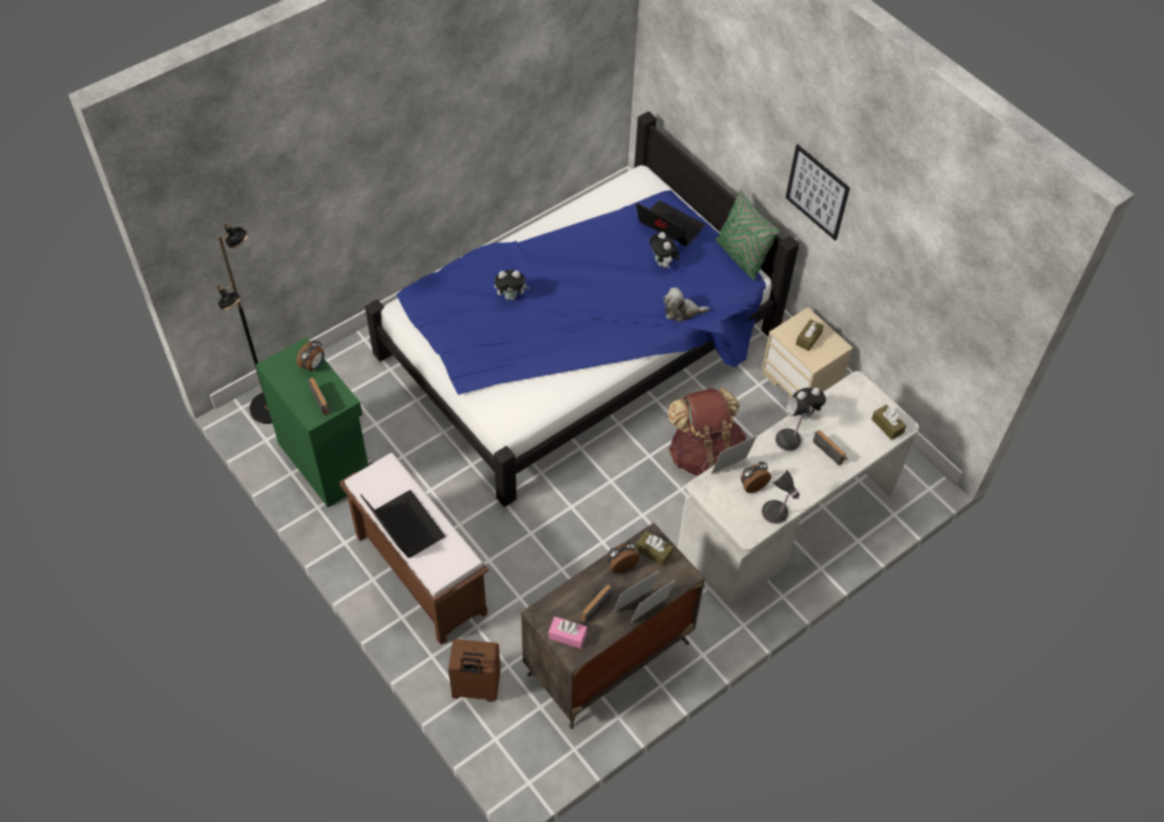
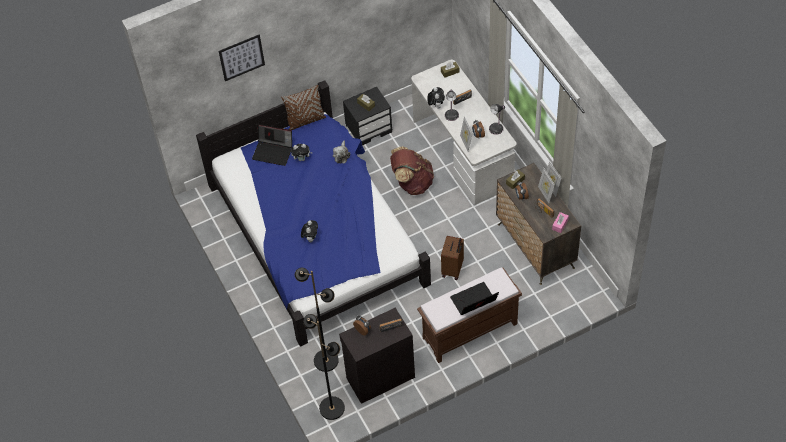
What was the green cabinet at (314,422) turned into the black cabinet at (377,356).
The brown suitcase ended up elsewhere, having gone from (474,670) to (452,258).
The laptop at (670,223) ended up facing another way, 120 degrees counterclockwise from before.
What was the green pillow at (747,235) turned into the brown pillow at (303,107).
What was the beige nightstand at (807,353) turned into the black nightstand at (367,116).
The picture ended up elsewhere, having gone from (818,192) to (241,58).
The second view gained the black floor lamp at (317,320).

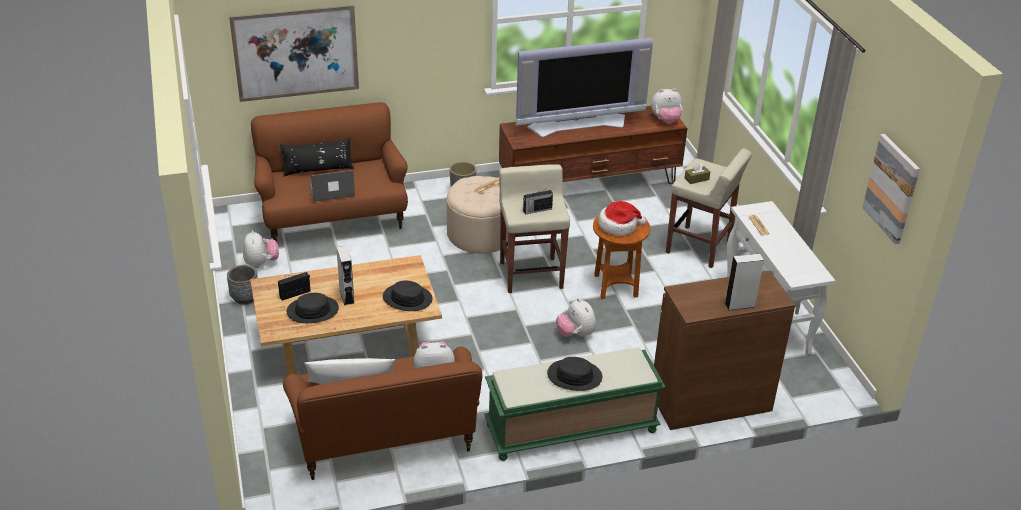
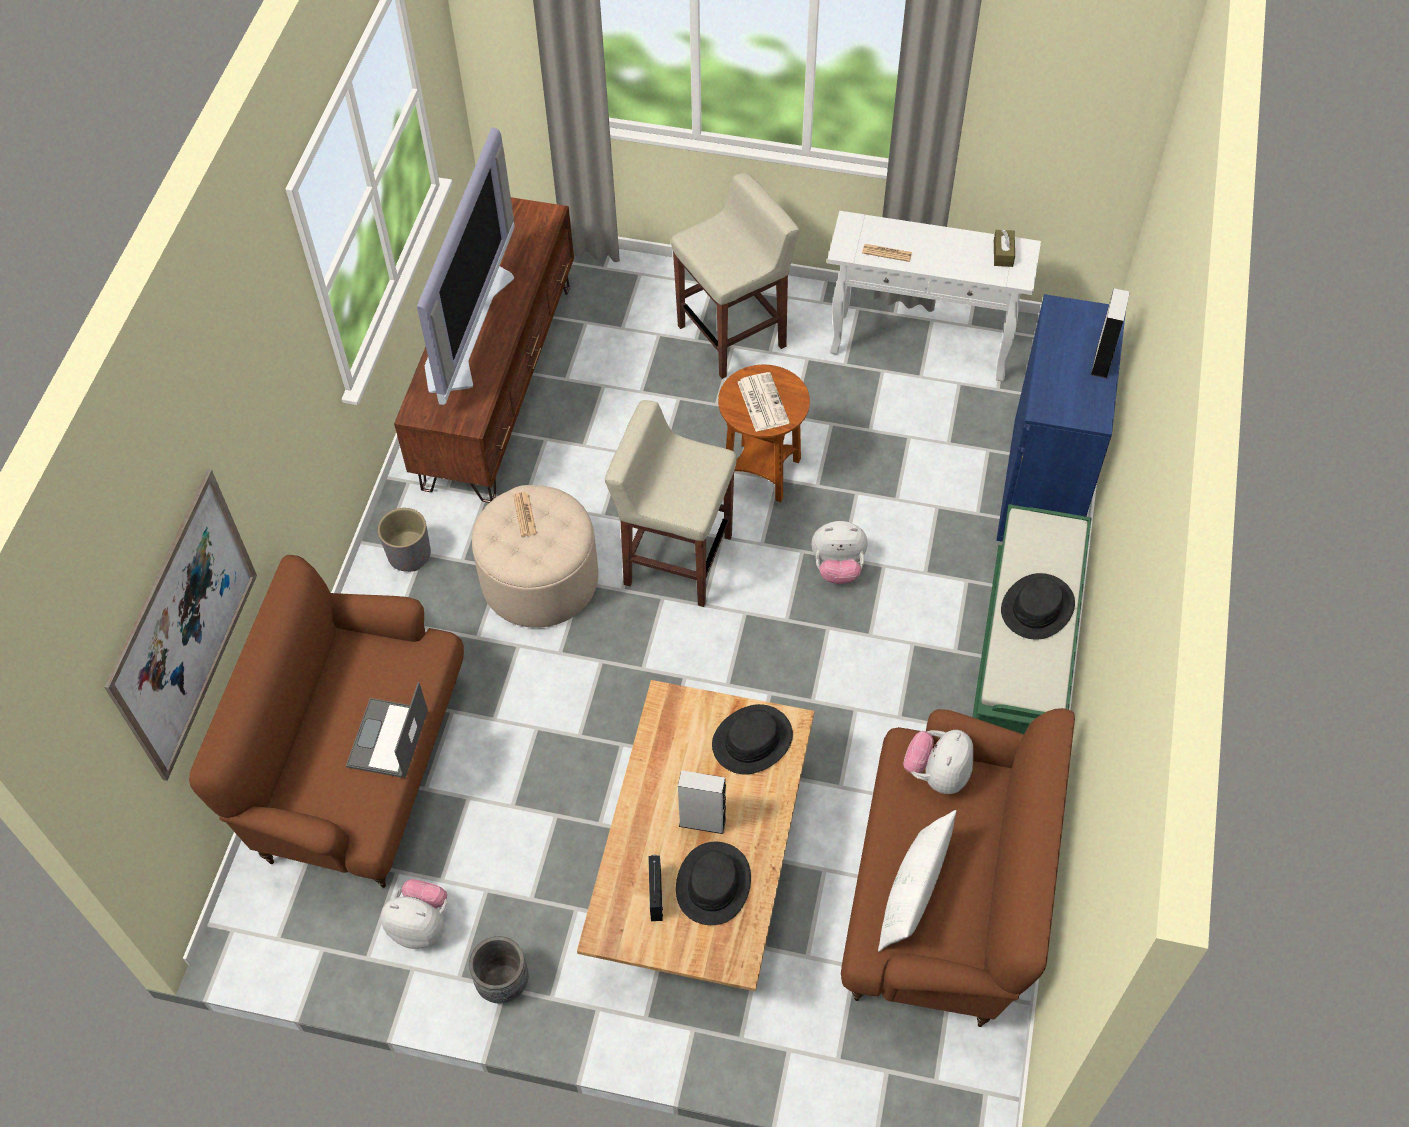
The second view lost the black pillow at (316,157).
The second view lost the radio at (538,201).
Where the hat stood at (622,218), the newspaper came to stand at (764,402).
The second view lost the plush toy at (666,106).
What was the brown cabinet at (724,350) turned into the blue cabinet at (1061,418).
The brown tissue box ended up elsewhere, having gone from (697,173) to (1004,248).
The second view lost the picture at (891,189).

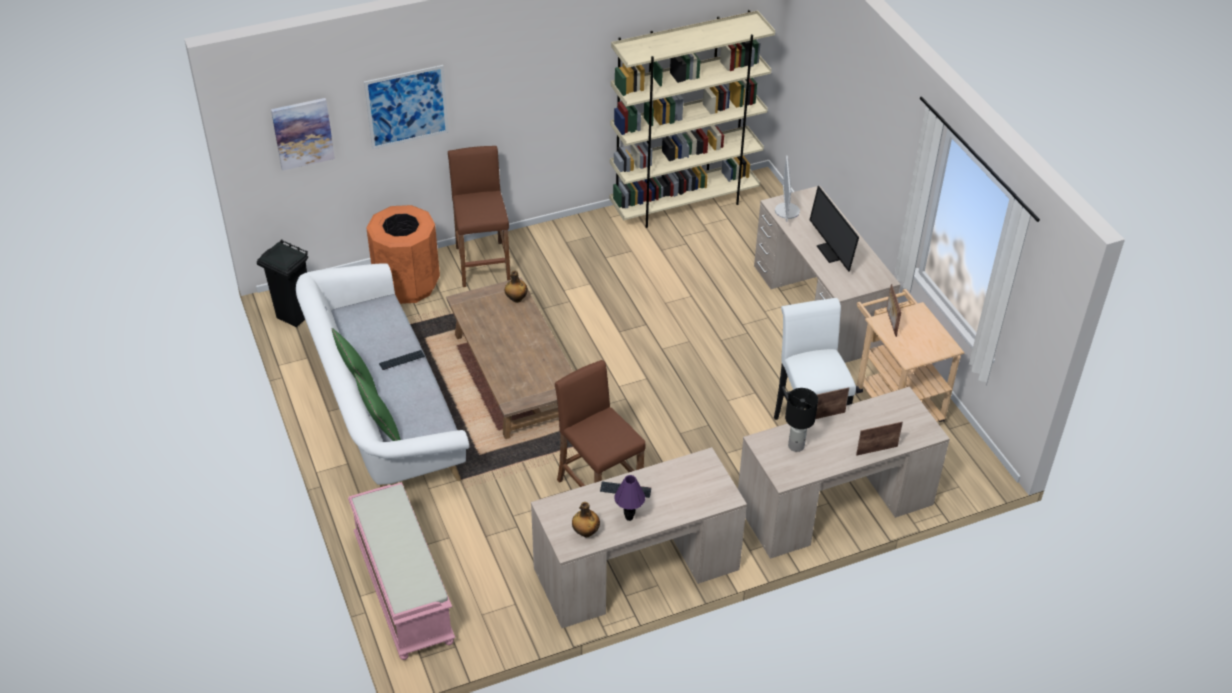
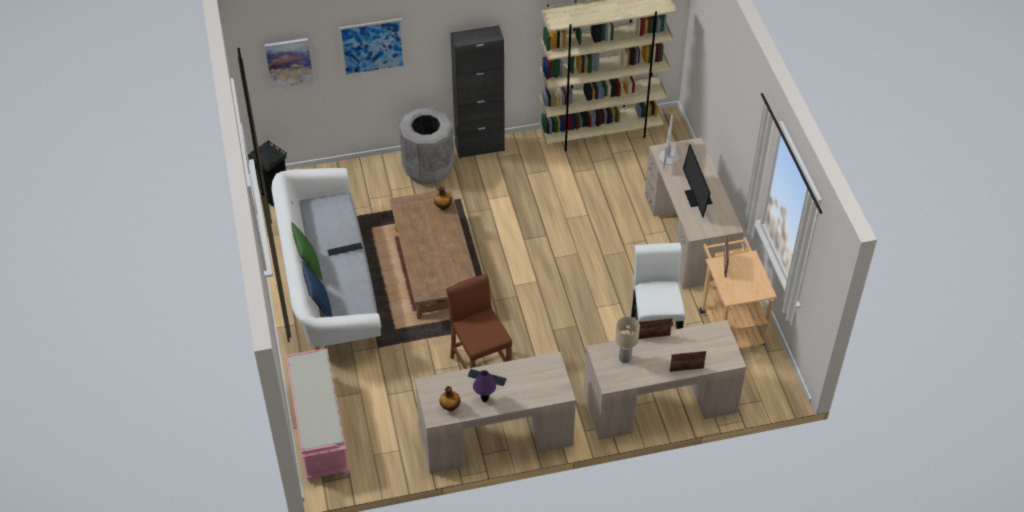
What was the green pillow at (377,407) turned into the blue pillow at (317,289).
The second view lost the orange trash can at (403,254).
Where the brown stool stood at (479,216), the grey trash can came to stand at (426,146).
What was the black table lamp at (801,420) turned into the beige table lamp at (627,340).
The second view gained the black cabinet at (478,91).

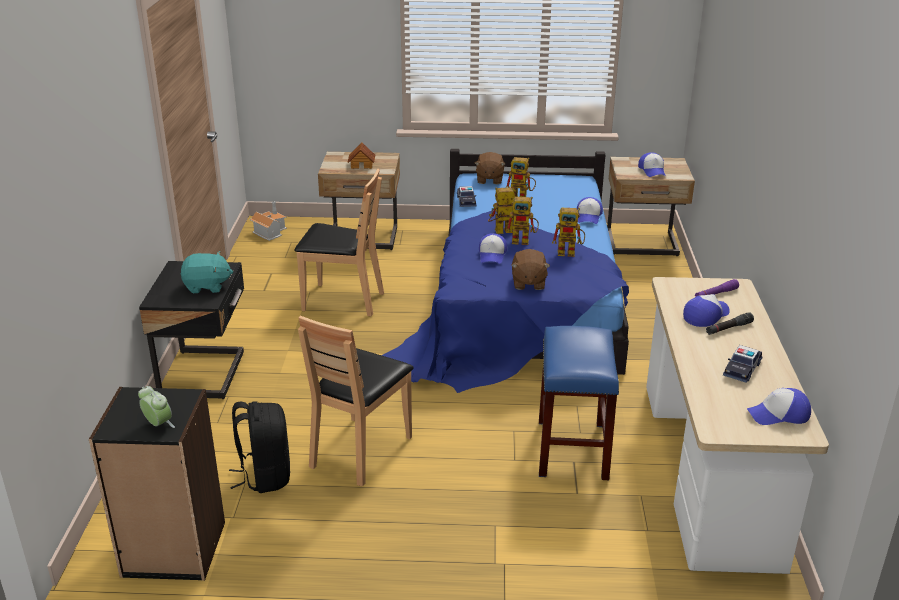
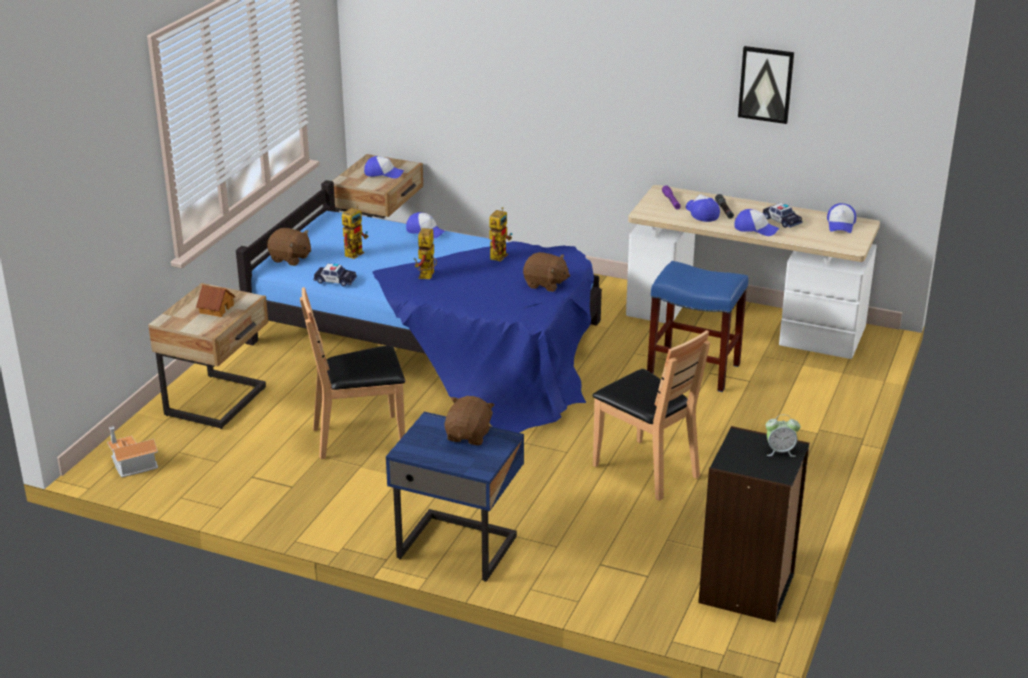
The alarm clock at (156,407) ended up facing another way, 150 degrees counterclockwise from before.
What was the black nightstand at (191,330) turned into the blue nightstand at (455,497).
What was the turquoise plush toy at (207,272) turned into the brown plush toy at (469,420).
The second view lost the black backpack at (259,447).
The brown chair at (339,242) ended up facing another way, 135 degrees counterclockwise from before.
The cap ended up elsewhere, having gone from (493,248) to (756,222).
The second view lost the toy robot at (522,221).
The second view gained the picture at (766,85).

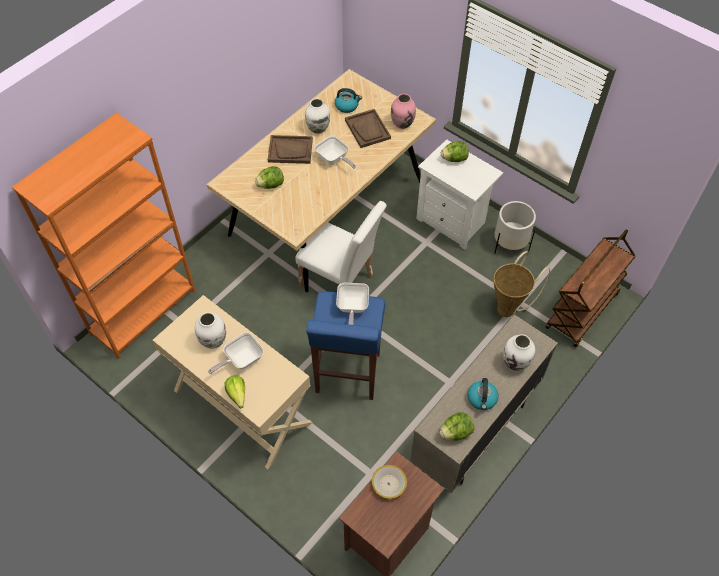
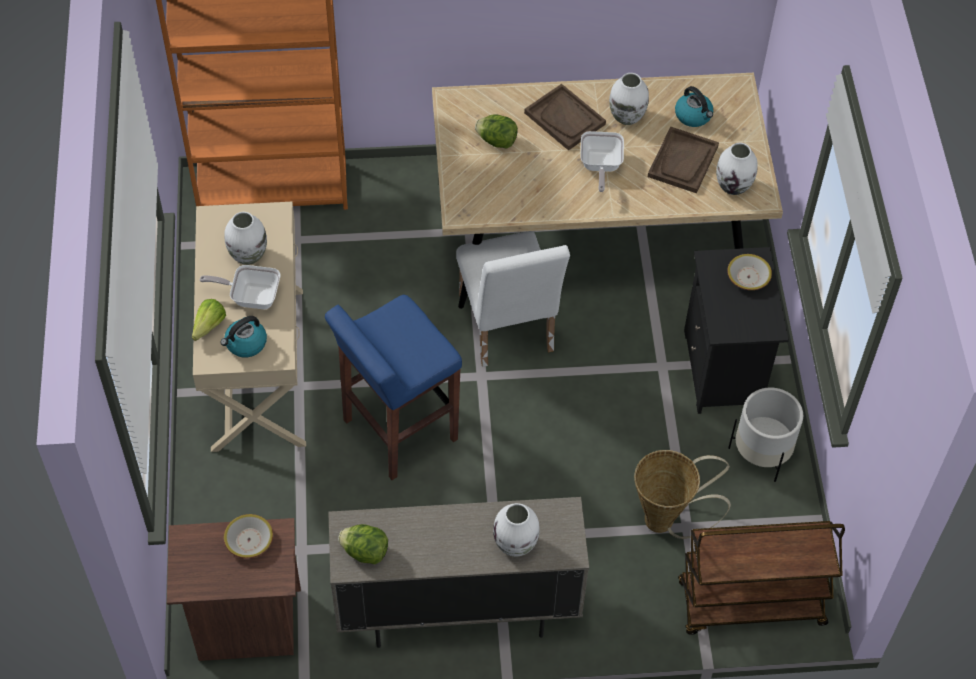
The second view lost the frying pan at (352,304).
What was the pink vase at (403,111) turned into the white vase at (737,169).
What was the white nightstand at (459,194) turned into the black nightstand at (736,330).
Where the lettuce stood at (455,151), the bowl came to stand at (749,272).
The kettle ended up elsewhere, having gone from (483,394) to (244,336).

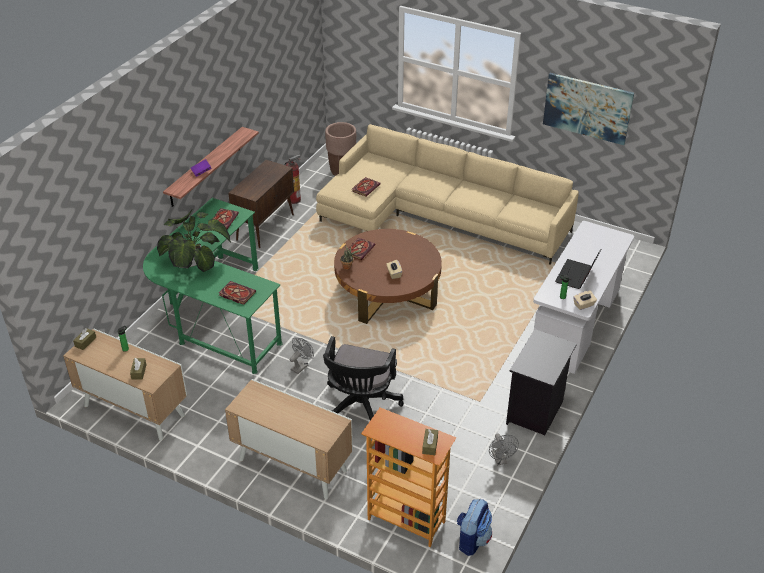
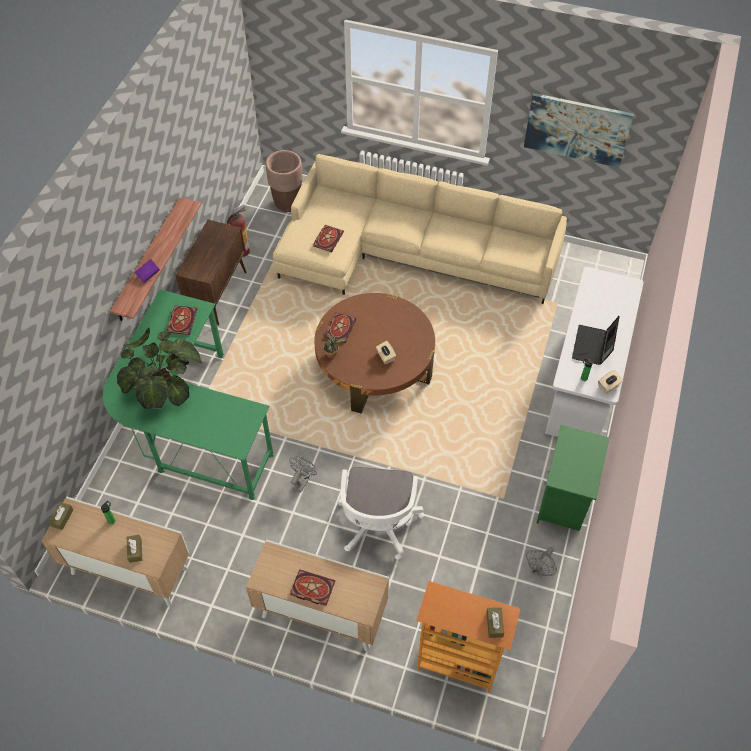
The book ended up elsewhere, having gone from (237,293) to (312,587).
What was the black office chair at (363,378) turned into the white office chair at (380,513).
The second view lost the backpack at (474,527).
The grey fan at (504,449) ended up facing another way, 60 degrees clockwise from before.
What was the black nightstand at (541,382) turned into the green nightstand at (573,478).

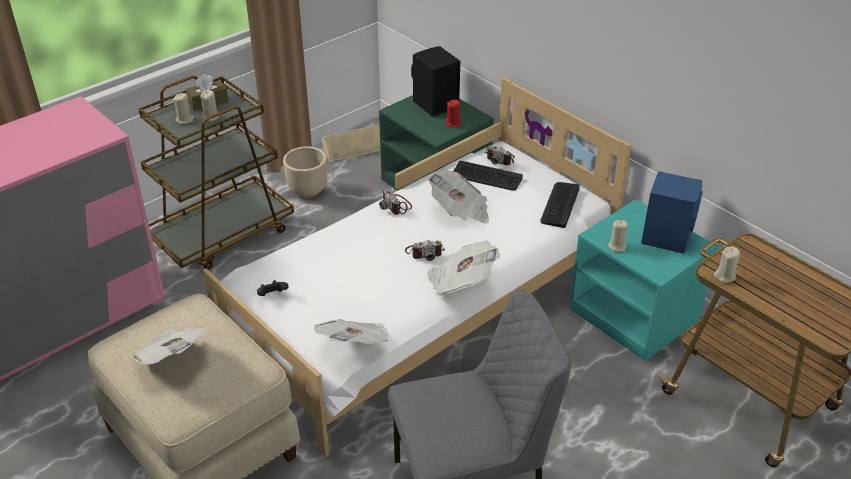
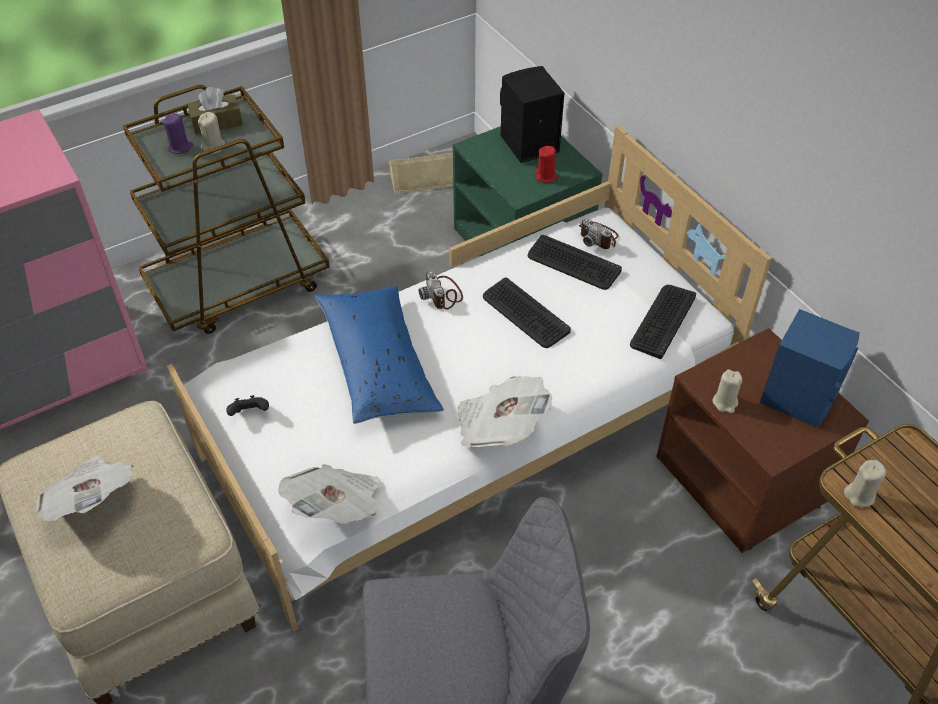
What was the beige candle at (184,108) turned into the purple candle at (177,133).
The second view lost the beige planter at (305,172).
The second view lost the photo camera at (425,250).
Where the newspaper stood at (458,197), the keyboard came to stand at (527,312).
What was the turquoise nightstand at (643,280) turned into the brown nightstand at (762,440).
The second view gained the blue pillow at (379,355).

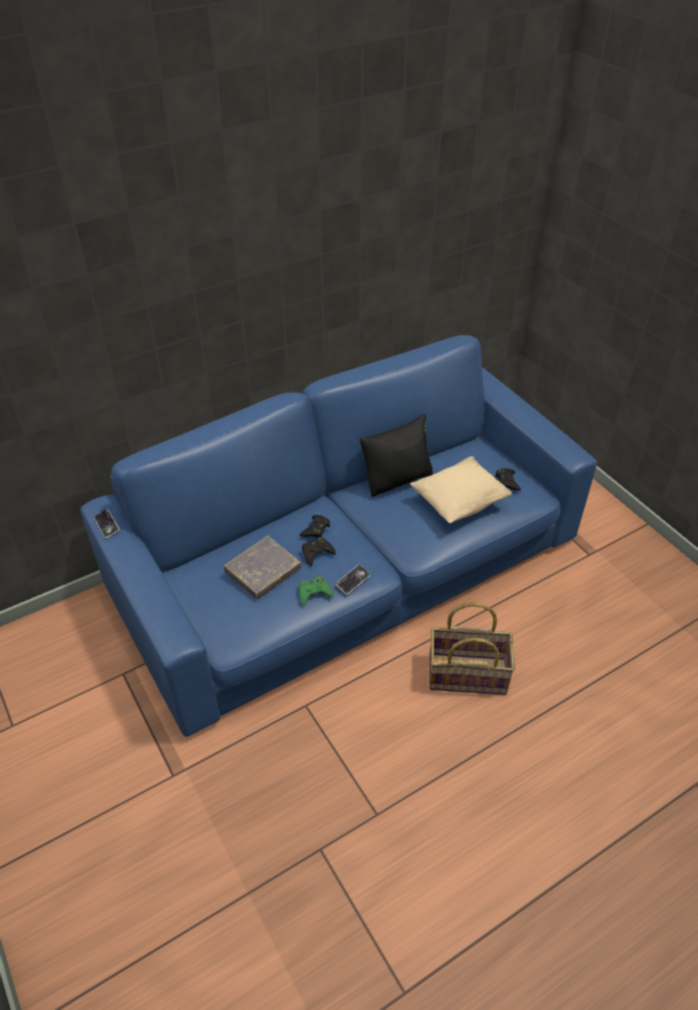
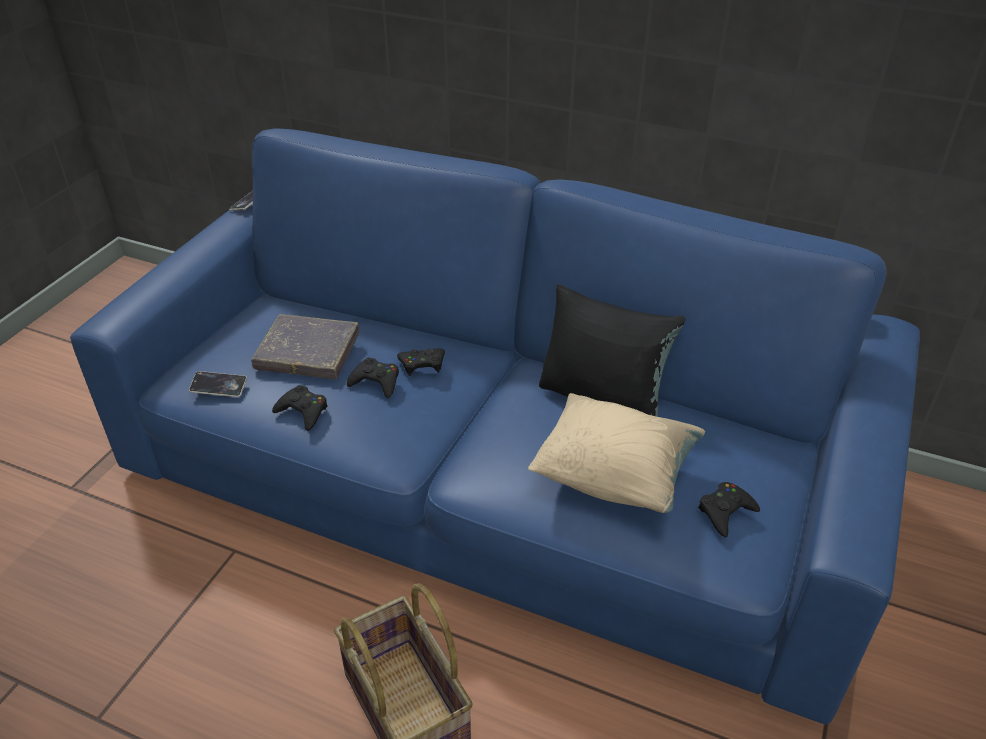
What was the green game controller at (316,591) turned into the black game controller at (300,408).
The phone ended up elsewhere, having gone from (353,579) to (218,384).

